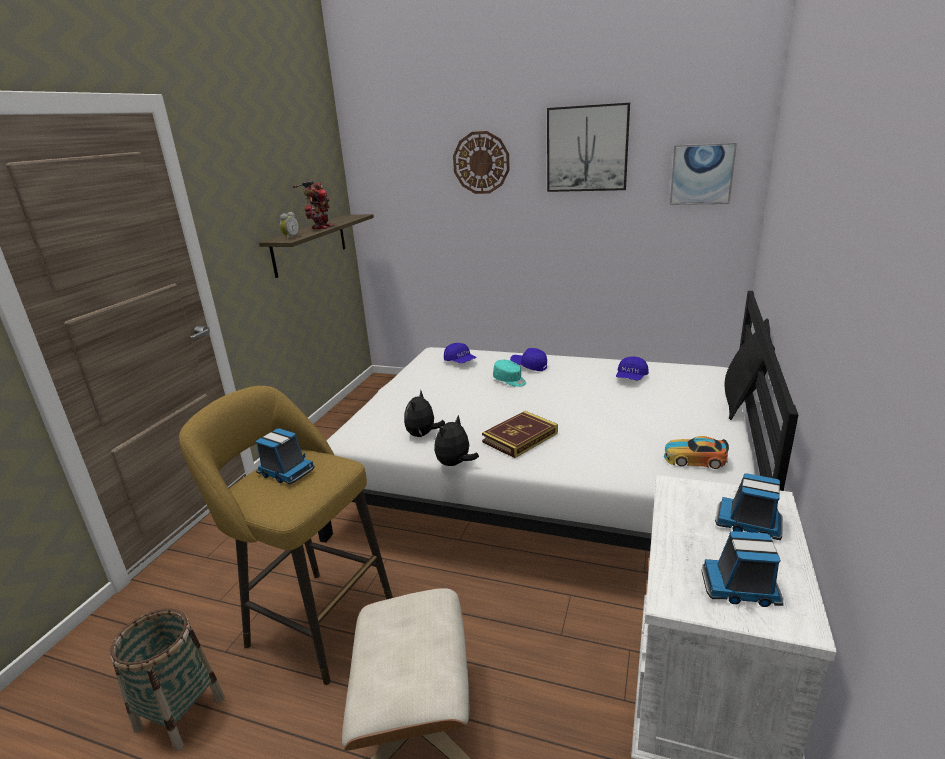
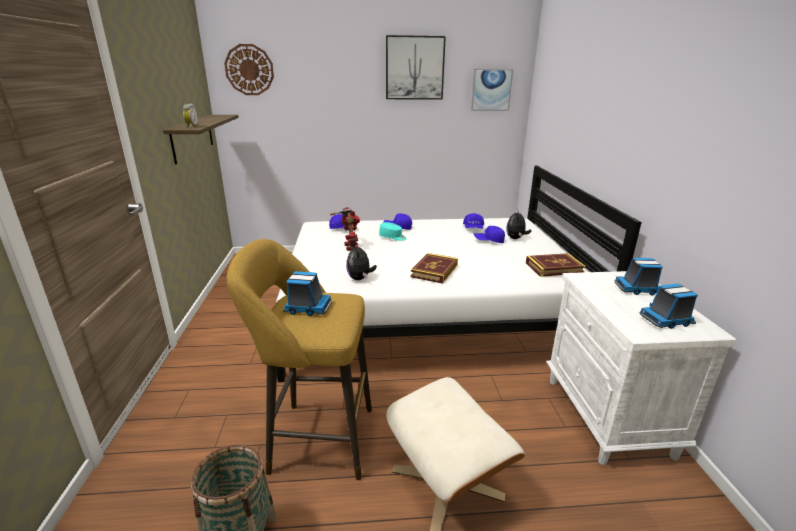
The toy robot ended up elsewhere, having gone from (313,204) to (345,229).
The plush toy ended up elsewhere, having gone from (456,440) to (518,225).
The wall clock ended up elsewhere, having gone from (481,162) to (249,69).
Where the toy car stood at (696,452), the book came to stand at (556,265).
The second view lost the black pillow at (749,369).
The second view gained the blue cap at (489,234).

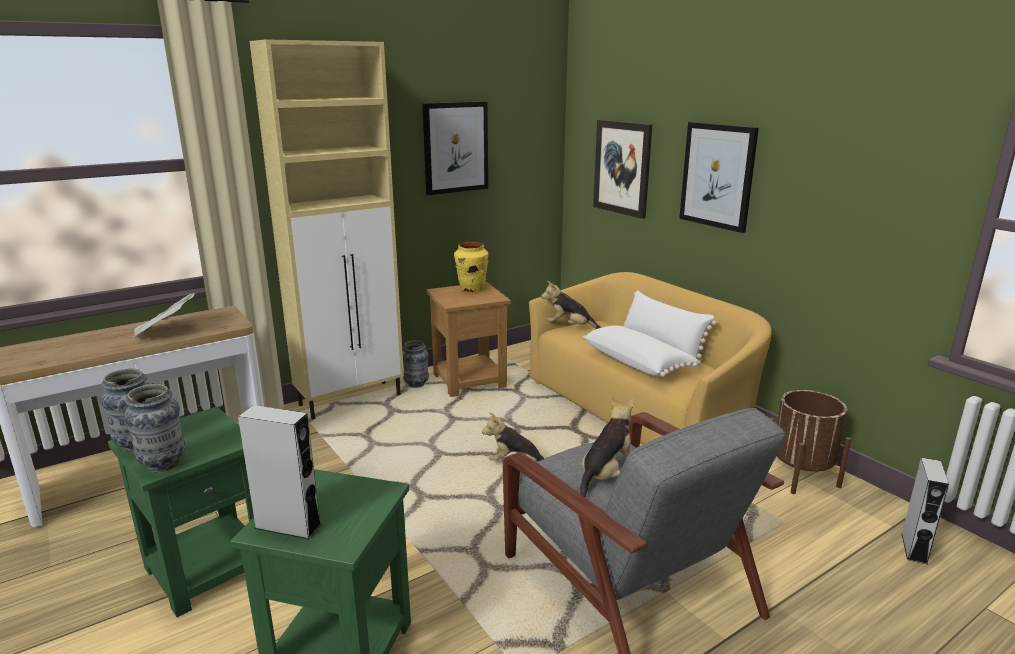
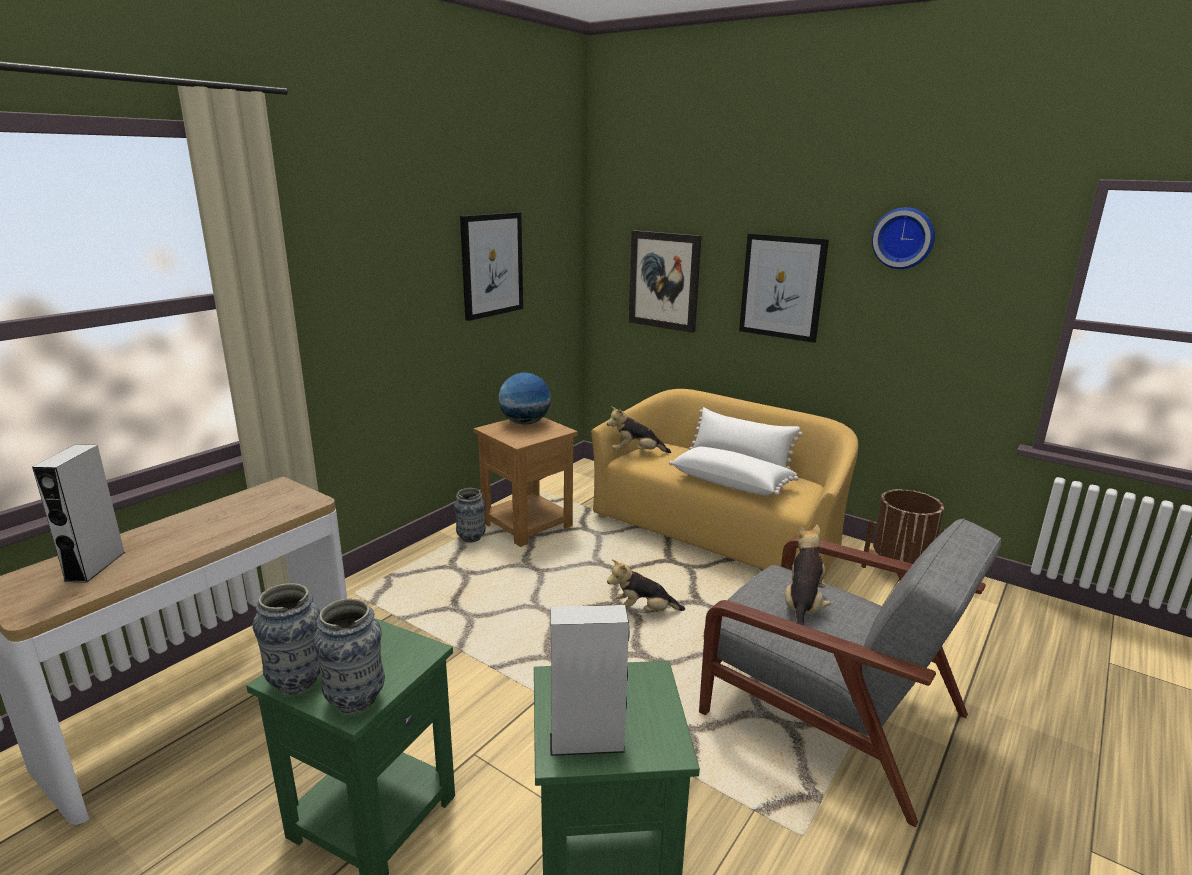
The second view lost the newspaper at (164,314).
The second view lost the beige cabinet at (327,229).
Where the yellow vase stood at (471,267), the globe came to stand at (525,398).
The grey speaker ended up elsewhere, having gone from (925,511) to (78,513).
The second view gained the wall clock at (903,238).

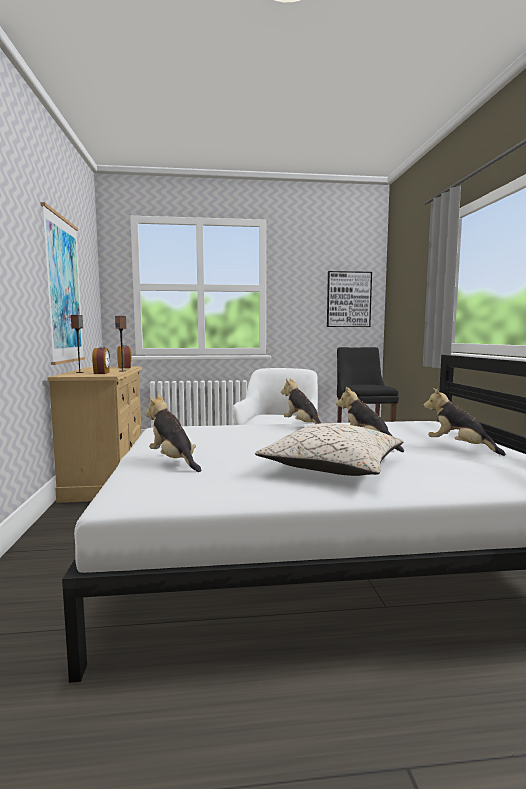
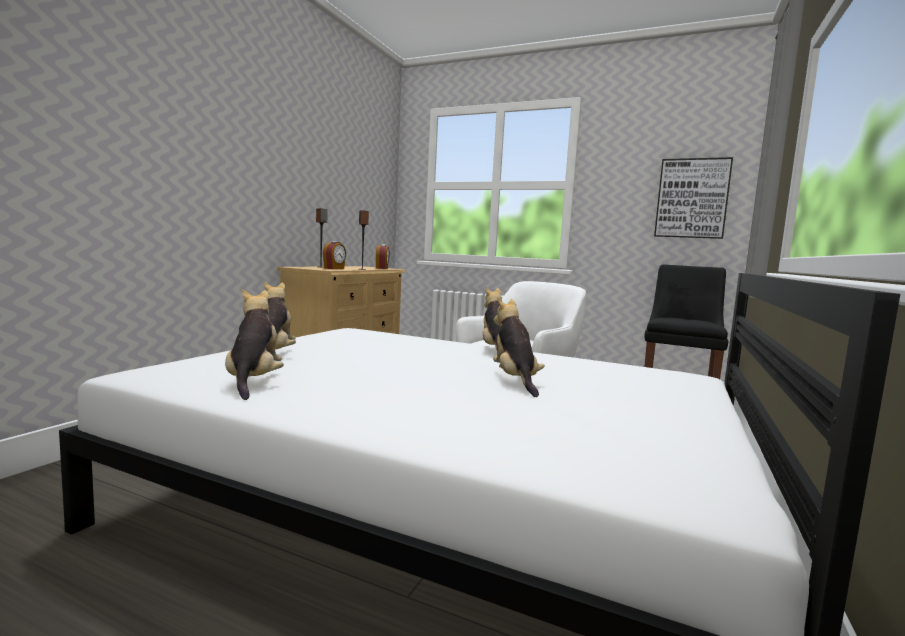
The second view lost the picture at (63,283).
The second view lost the beige pillow at (329,449).
The plush toy ended up elsewhere, having gone from (464,422) to (254,344).

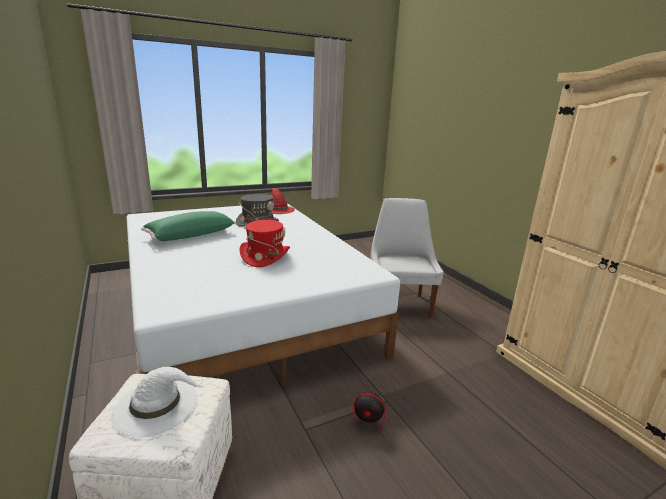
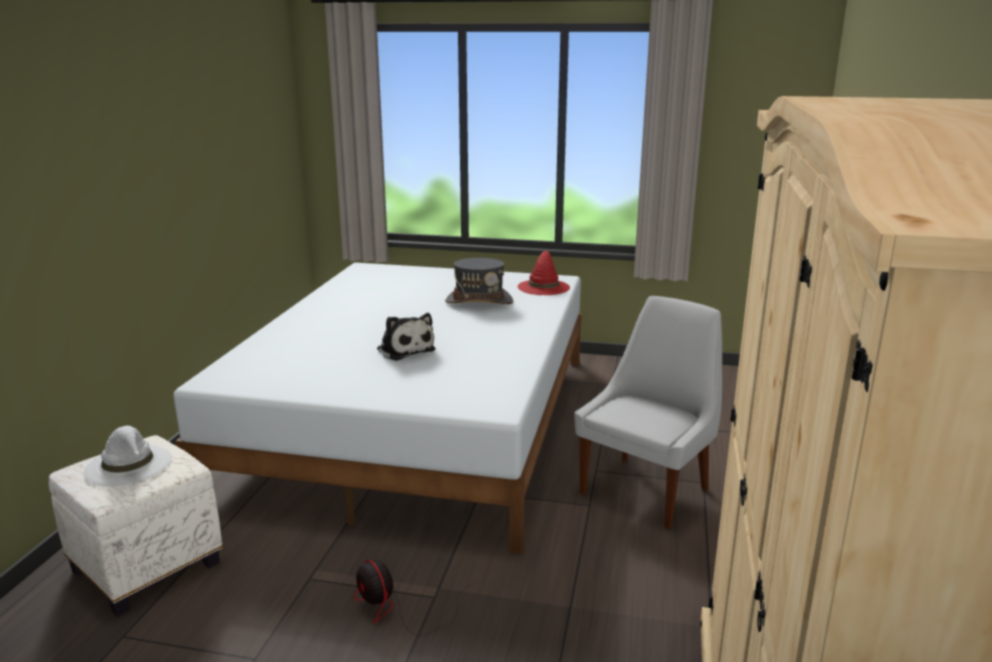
The second view lost the green pillow at (188,226).
Where the red hat stood at (264,243), the plush toy came to stand at (406,337).

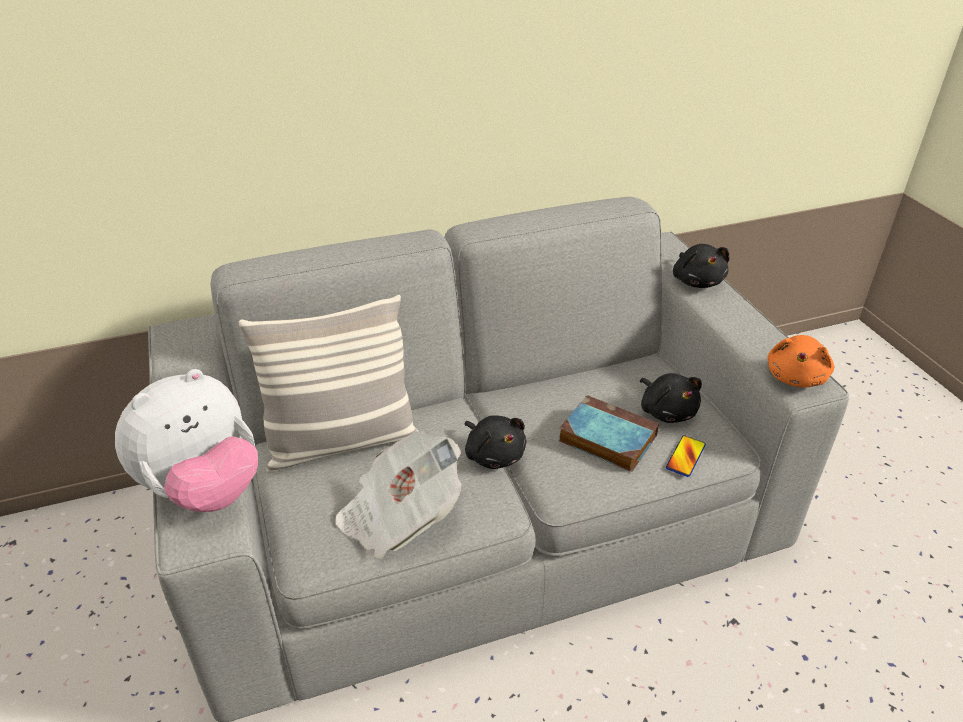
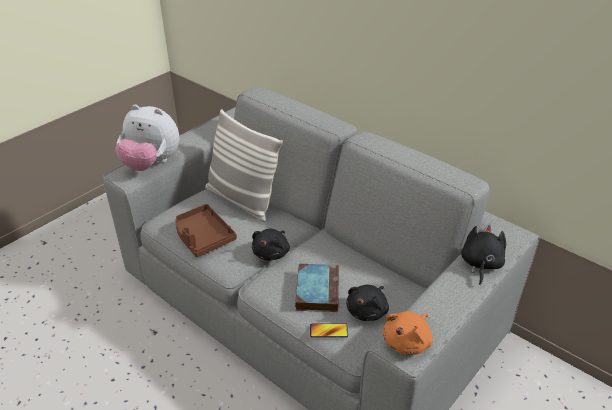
Where the newspaper stood at (398,494), the brown tray came to stand at (206,230).
The black plush toy at (701,266) ended up facing another way, 150 degrees clockwise from before.
The orange plush toy at (801,361) ended up facing another way, 45 degrees counterclockwise from before.

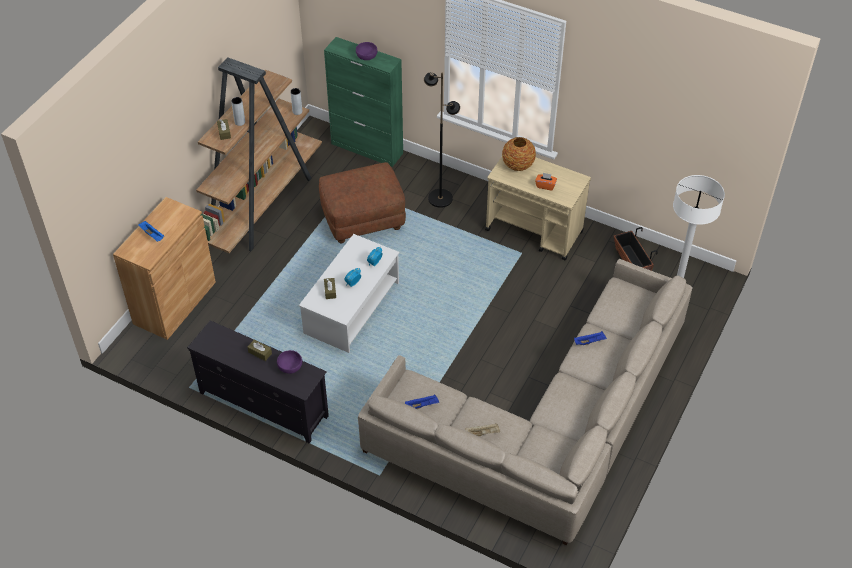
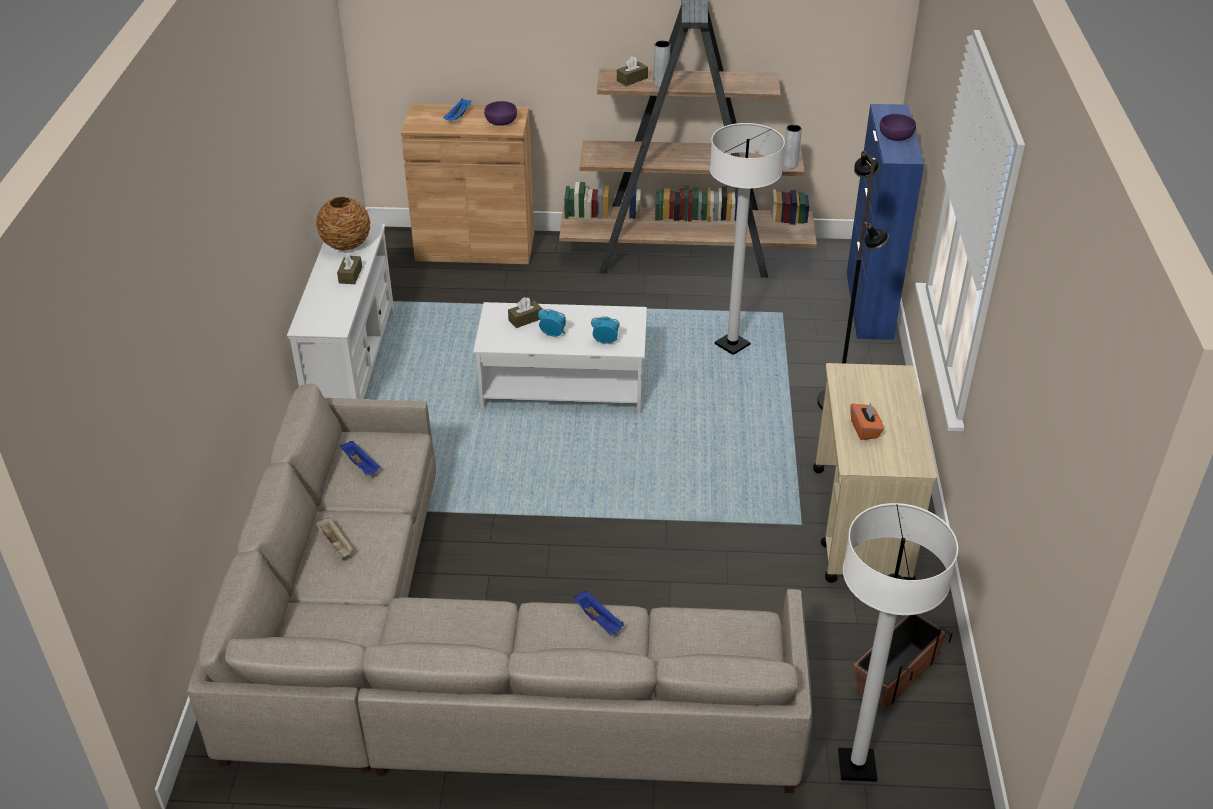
What was the black tv stand at (258,382) turned into the white tv stand at (340,311).
The purple bowl ended up elsewhere, having gone from (289,362) to (500,113).
Where the brown ottoman stood at (362,202), the white floor lamp came to stand at (747,239).
What was the green cabinet at (363,102) turned into the blue cabinet at (885,222).
The vase ended up elsewhere, having gone from (519,154) to (343,224).

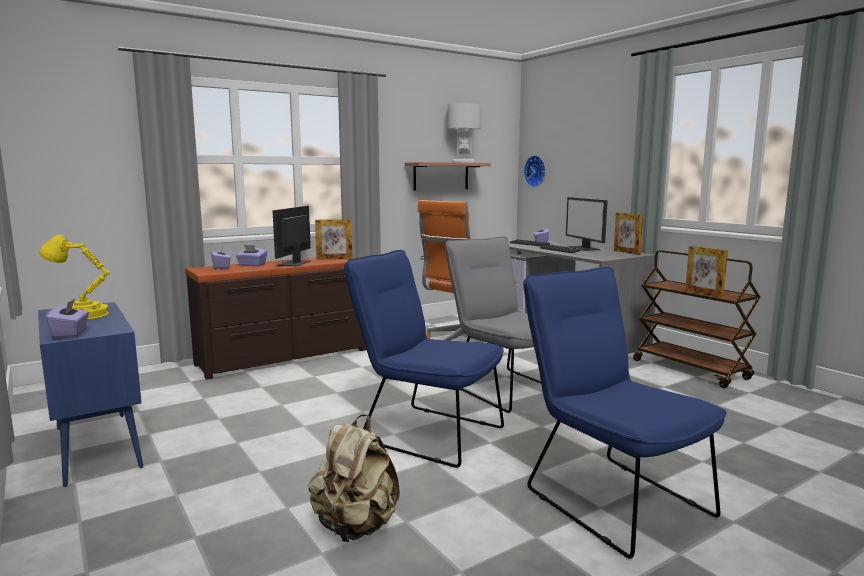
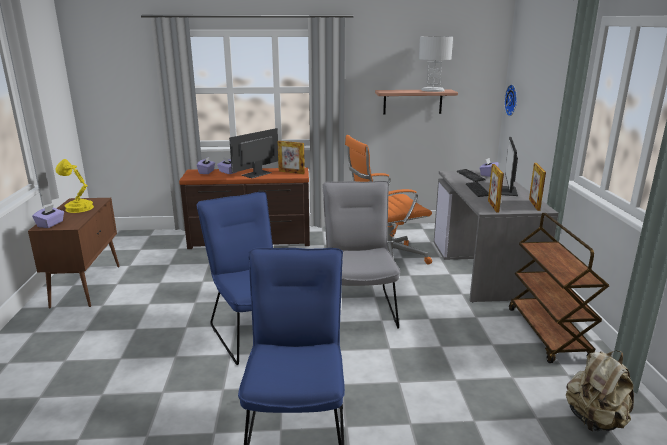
What was the blue cabinet at (90,394) turned into the brown cabinet at (74,253).
The beige backpack ended up elsewhere, having gone from (354,478) to (600,391).
The picture frame ended up elsewhere, having gone from (706,272) to (496,188).

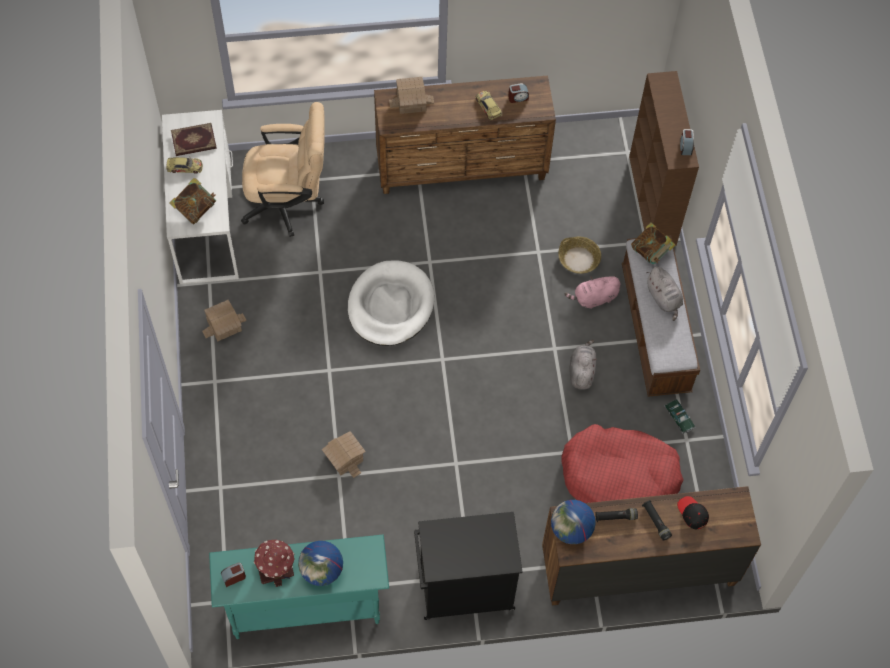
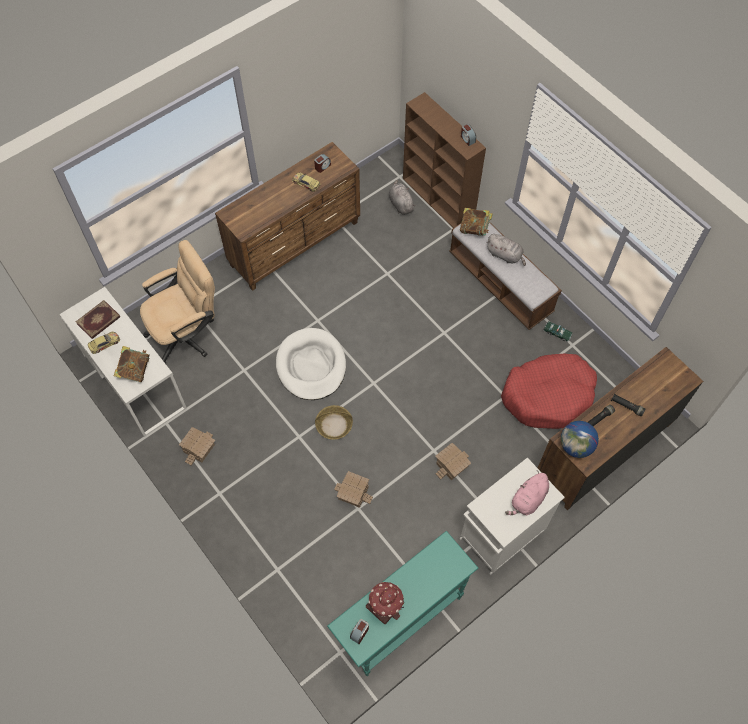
The second view lost the globe at (320,563).
The toy house ended up elsewhere, having gone from (411,95) to (453,461).
What was the black cabinet at (468,566) turned into the white cabinet at (512,516).
The basket ended up elsewhere, having gone from (579,255) to (334,422).
The pink plush toy ended up elsewhere, having gone from (592,292) to (527,493).
The grey plush toy ended up elsewhere, having gone from (583,365) to (402,197).
The second view lost the black cap at (693,513).

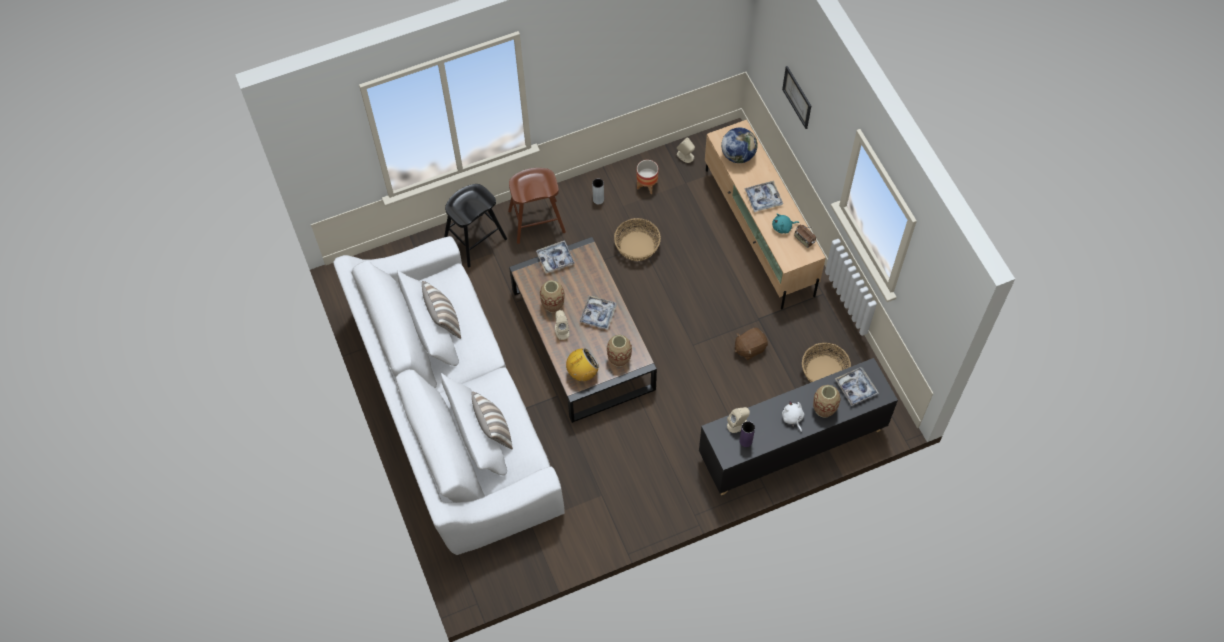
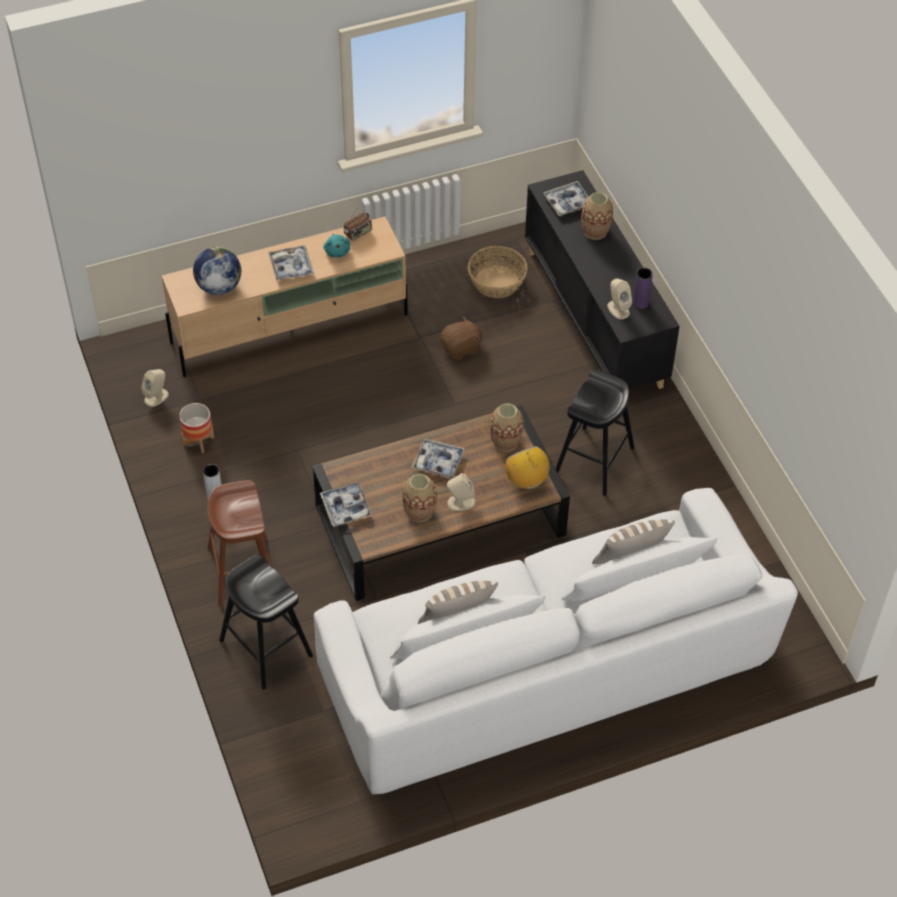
The second view lost the basket at (637,239).
The brown plush toy at (751,344) ended up facing another way, 90 degrees counterclockwise from before.
The second view lost the picture at (796,97).
The second view lost the white plush toy at (793,416).
The second view gained the black stool at (595,433).

